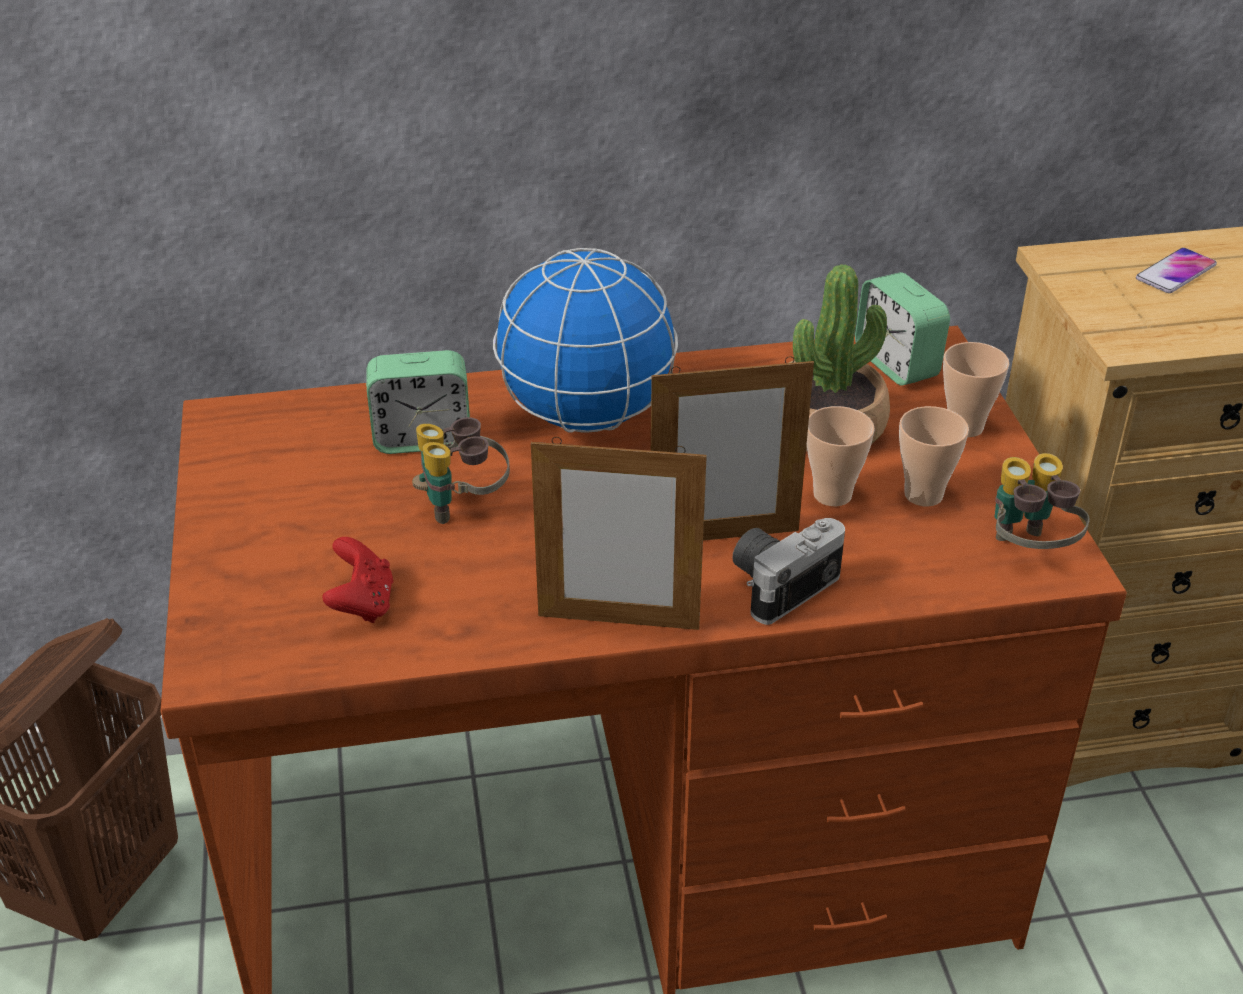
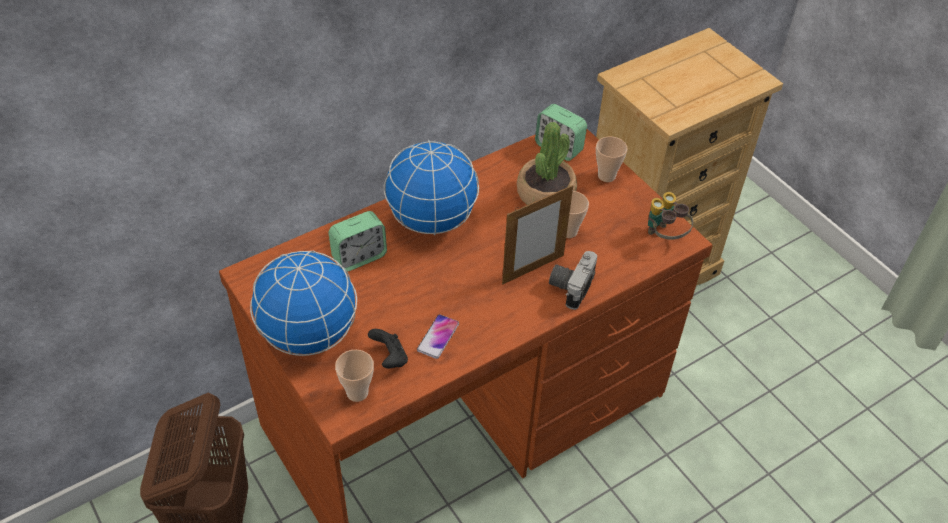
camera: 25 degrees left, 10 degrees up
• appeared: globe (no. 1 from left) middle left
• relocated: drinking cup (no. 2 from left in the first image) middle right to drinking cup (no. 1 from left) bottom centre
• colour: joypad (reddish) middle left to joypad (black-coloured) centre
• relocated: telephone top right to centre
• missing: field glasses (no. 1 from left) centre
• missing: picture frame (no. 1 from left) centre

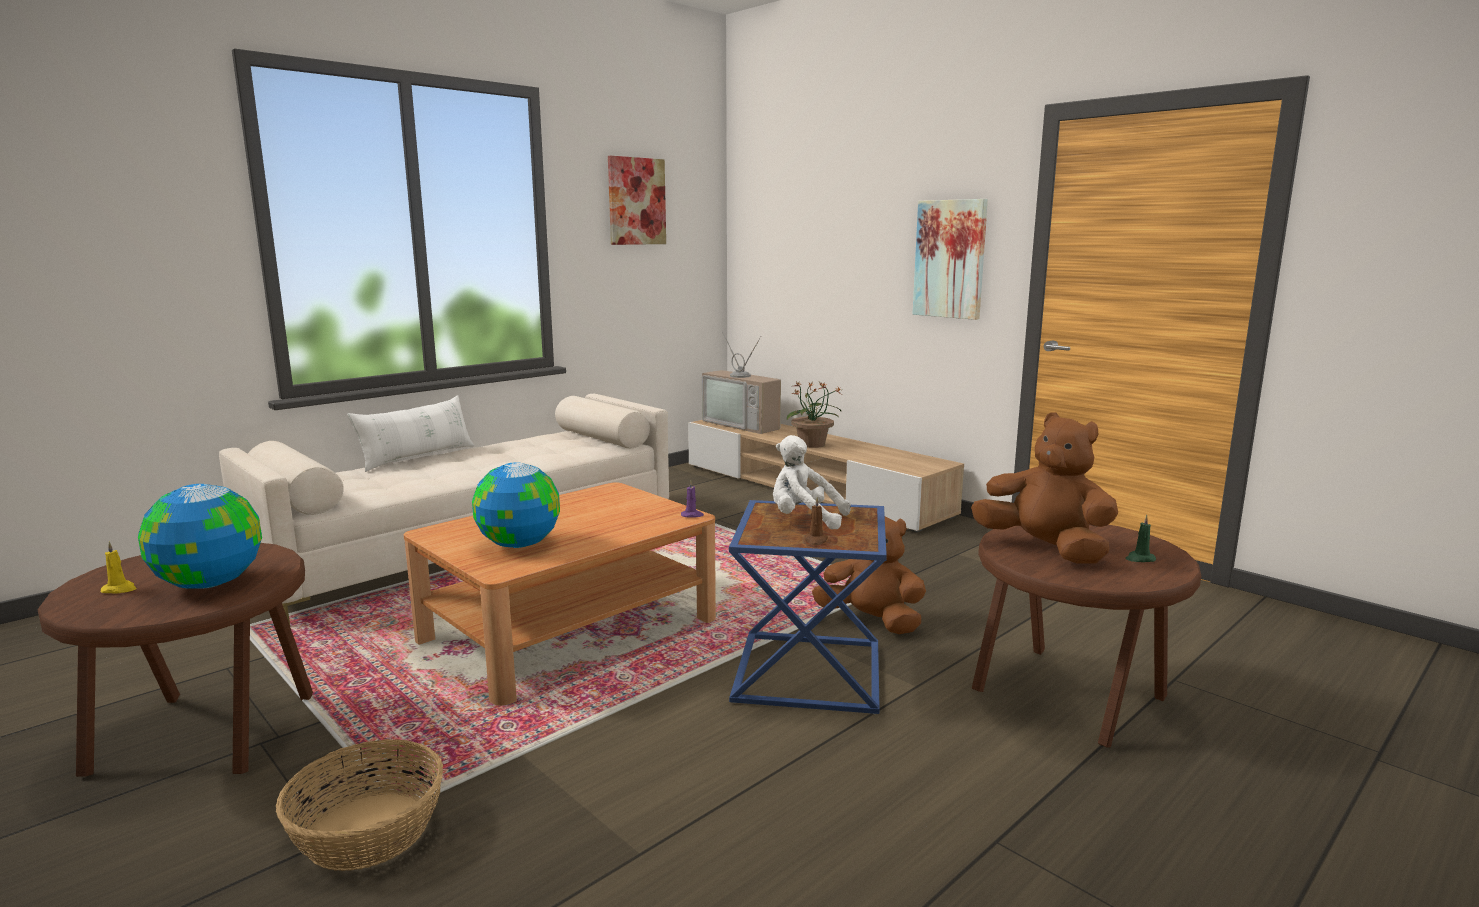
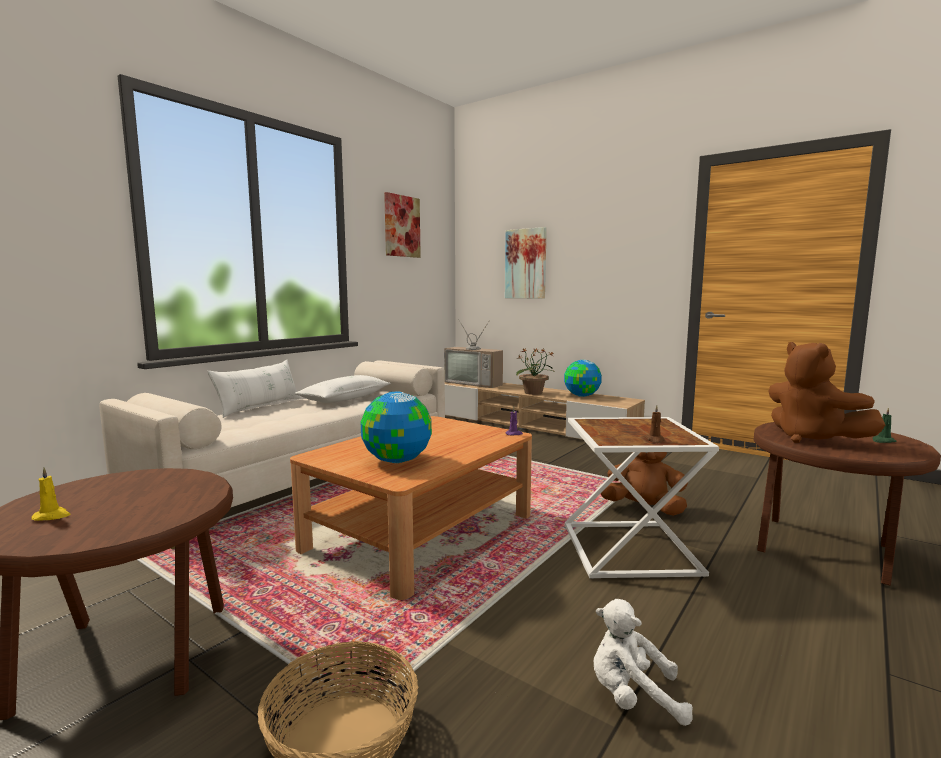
camera: 10 degrees left, 5 degrees down
• appeared: throw pillow (white-coloured) (no. 2 from left) centre
• relocated: wall art (no. 2 from left) top centre to centre
• relocated: globe (no. 1 from left in the first image) middle left to globe (no. 2 from left) centre
• colour: accent table (blue) bottom centre to accent table (white-coloured) middle right
• relocated: plush toy (white-coloured) centre to bottom right
• spun: plush toy (brown) (no. 2 from left) middle right = middle right 150 degrees counterclockwise

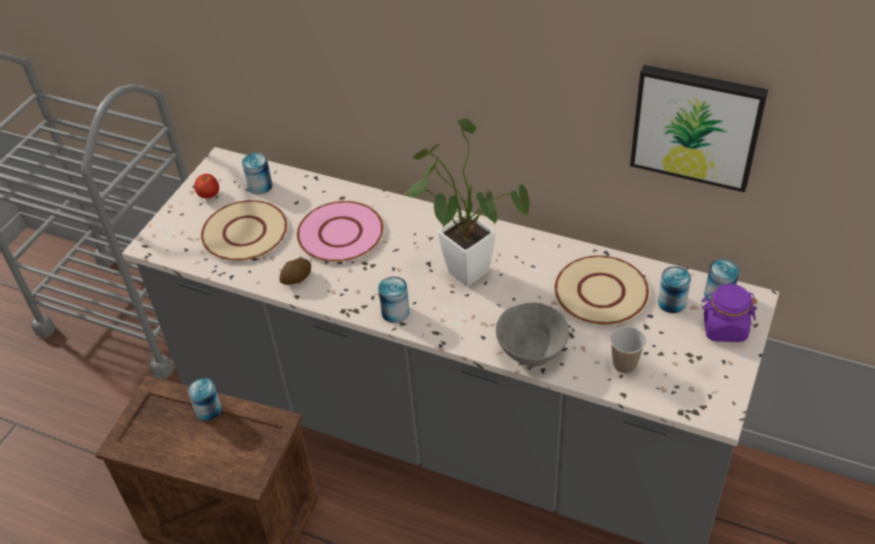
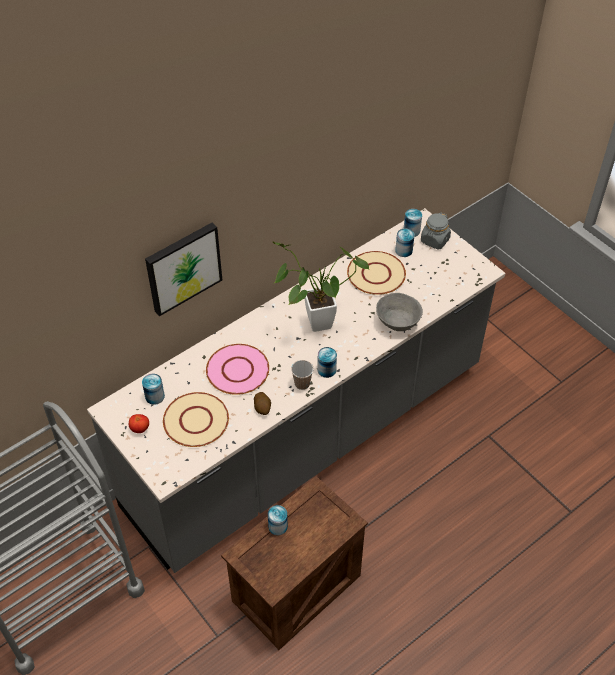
camera: 65 degrees left, 5 degrees up
• relocated: wall art top right to middle left
• relocated: drinking cup middle right to centre
• colour: jar (purple-coloured) middle right to jar (gray) middle right

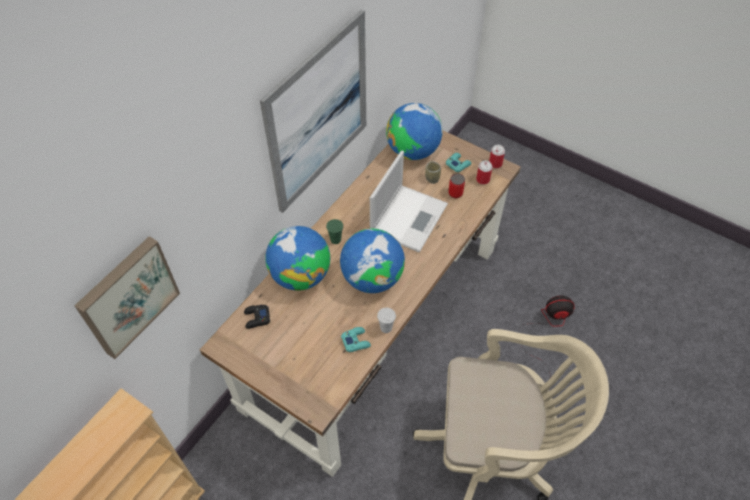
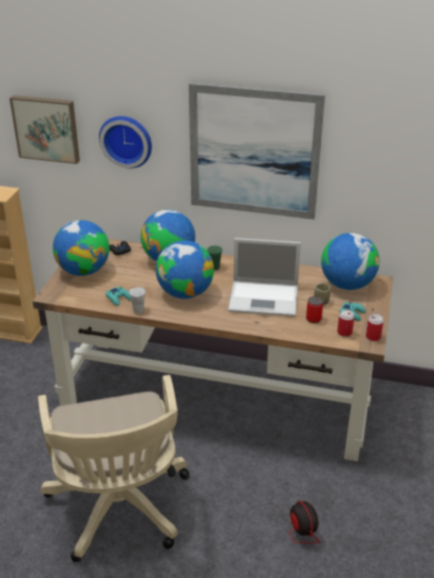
camera: 70 degrees right, 20 degrees down
• appeared: globe (no. 1 from left) middle left
• appeared: clock on the wall top left

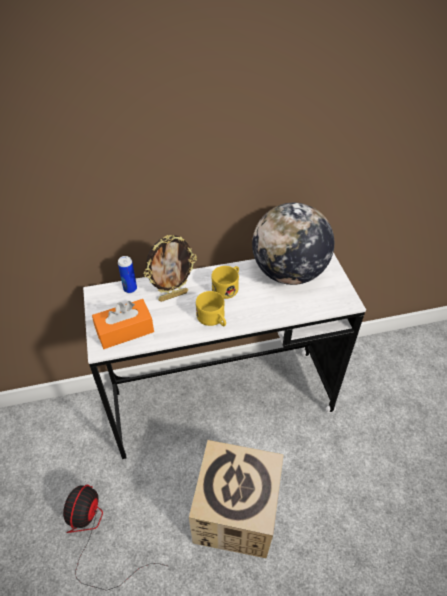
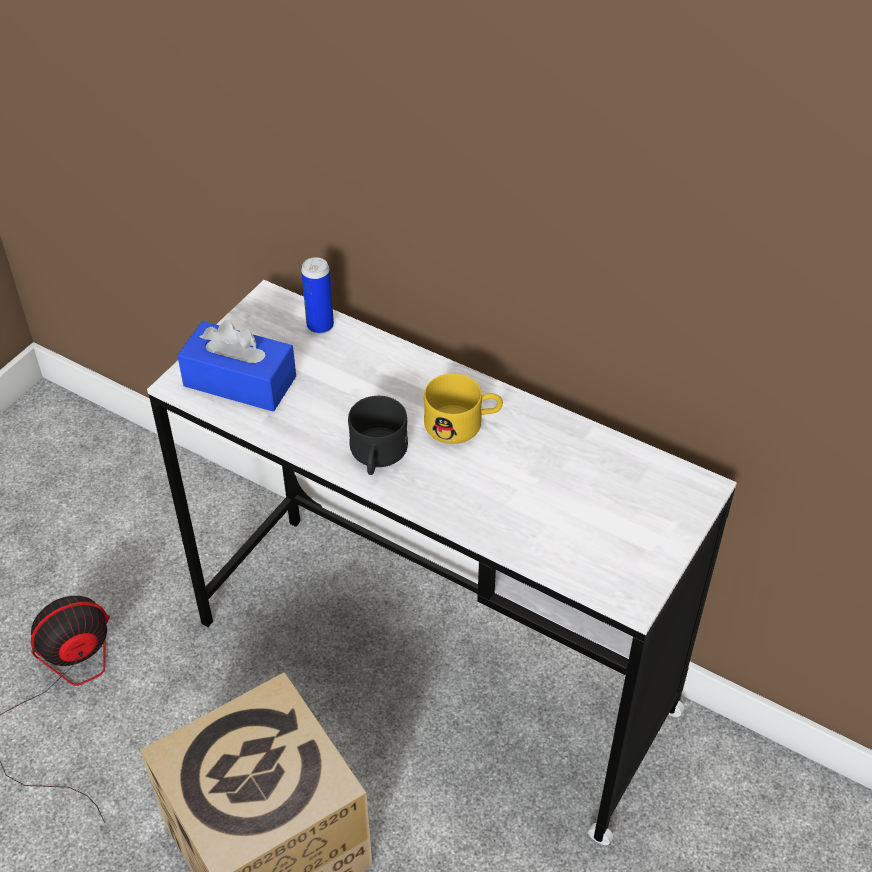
camera: 45 degrees right, 0 degrees up
• colour: box of tissues (orangey) middle left to box of tissues (blue) middle left
• colour: mug (yellow-coloured) (no. 1 from left) centre to mug (black-coloured) centre
• missing: picture frame centre
• missing: globe centre

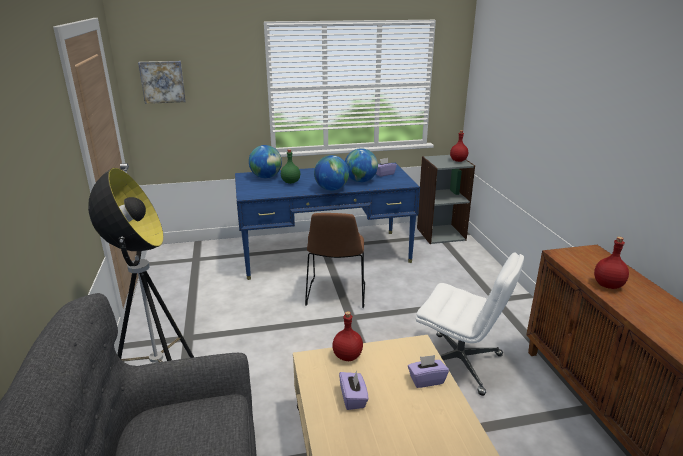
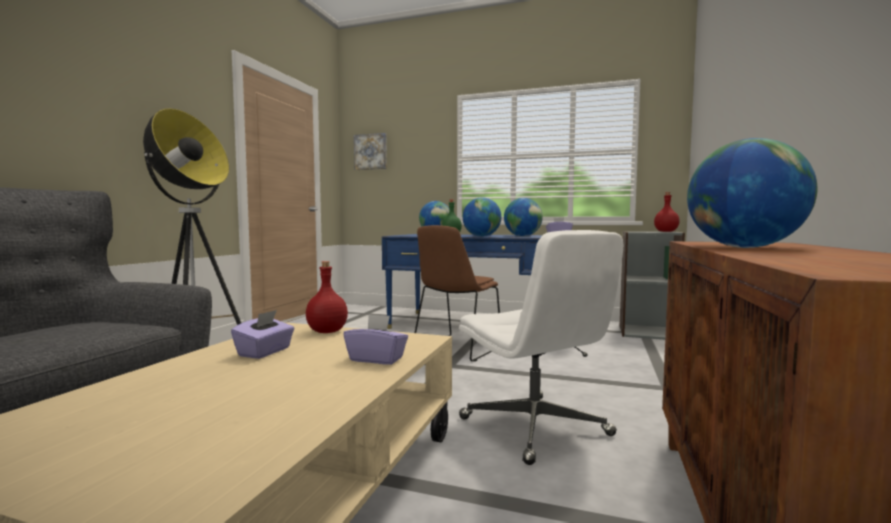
camera: 30 degrees right, 20 degrees down
• exchanged: bottle (reddish) (no. 3 from left) middle right to globe (no. 4 from left) middle right

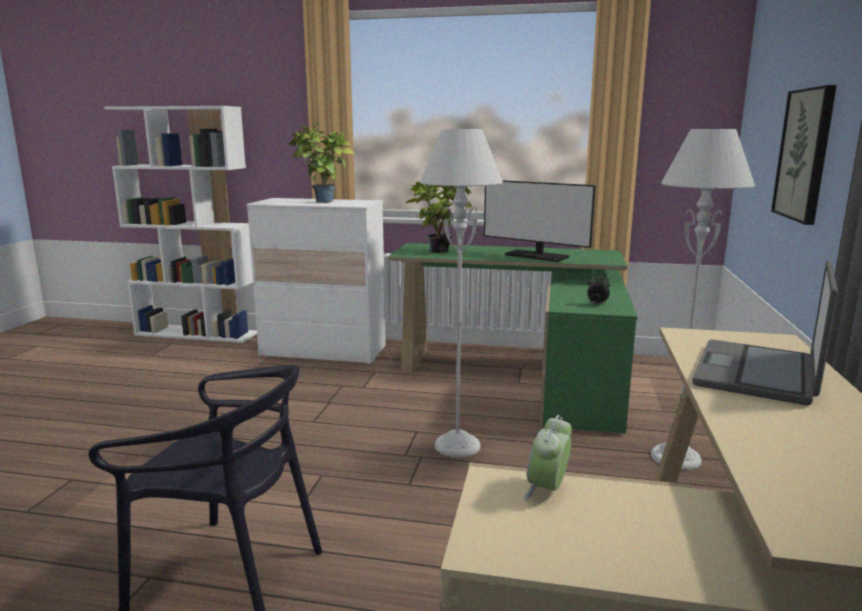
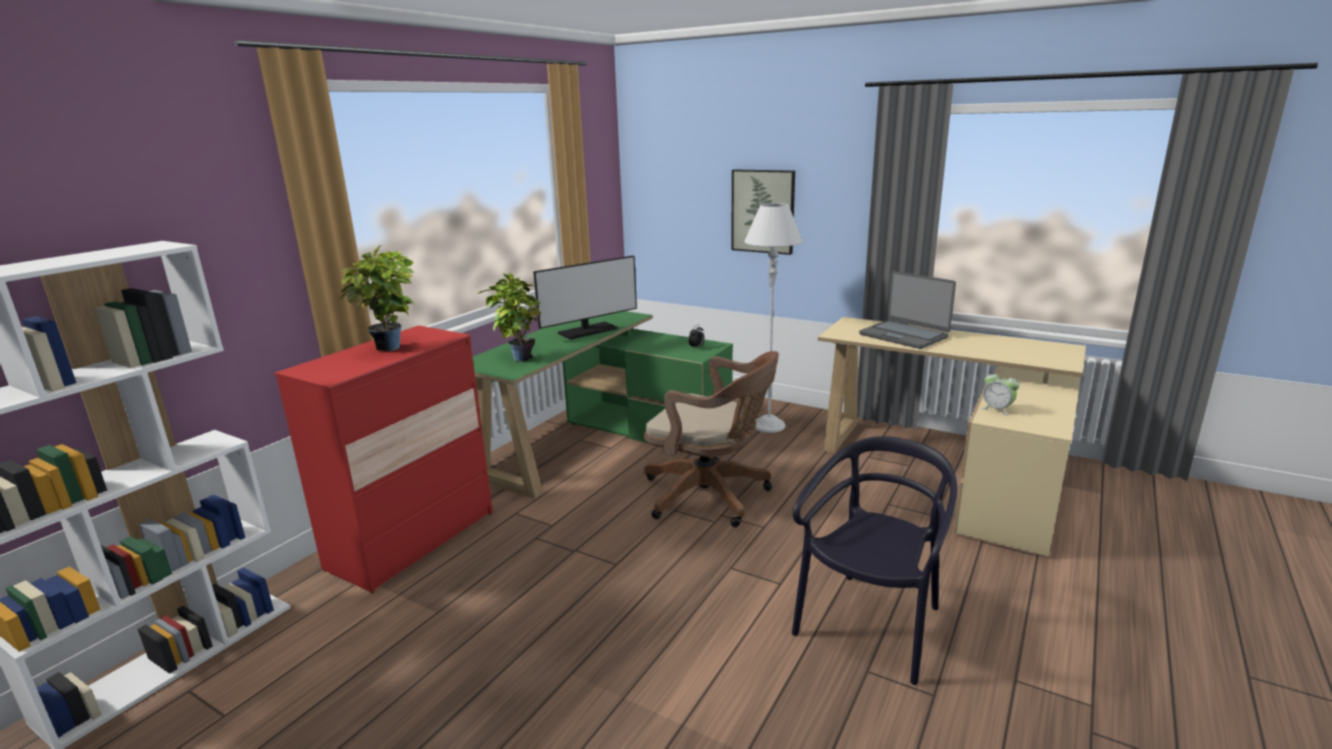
camera: 70 degrees left, 5 degrees up
• colour: drawer chest (white-coloured) centre to drawer chest (reddish) middle left
• exchanged: standing lamp (gray) (no. 1 from left) centre to computer chair (brown) centre

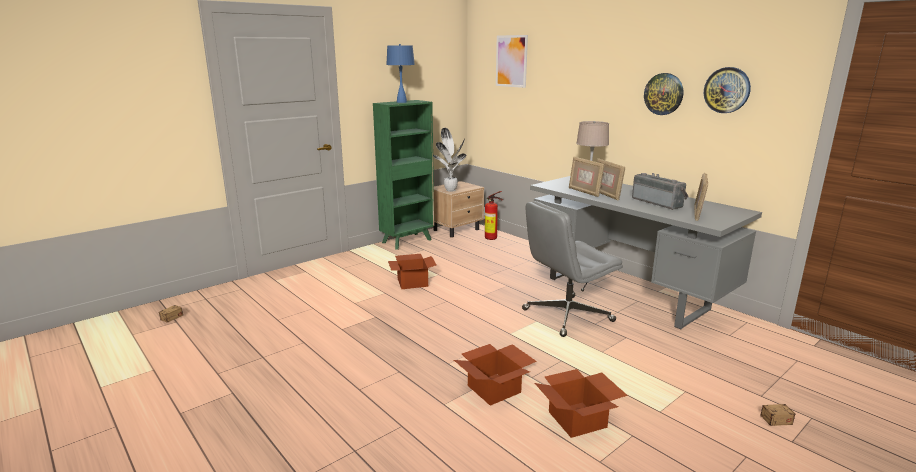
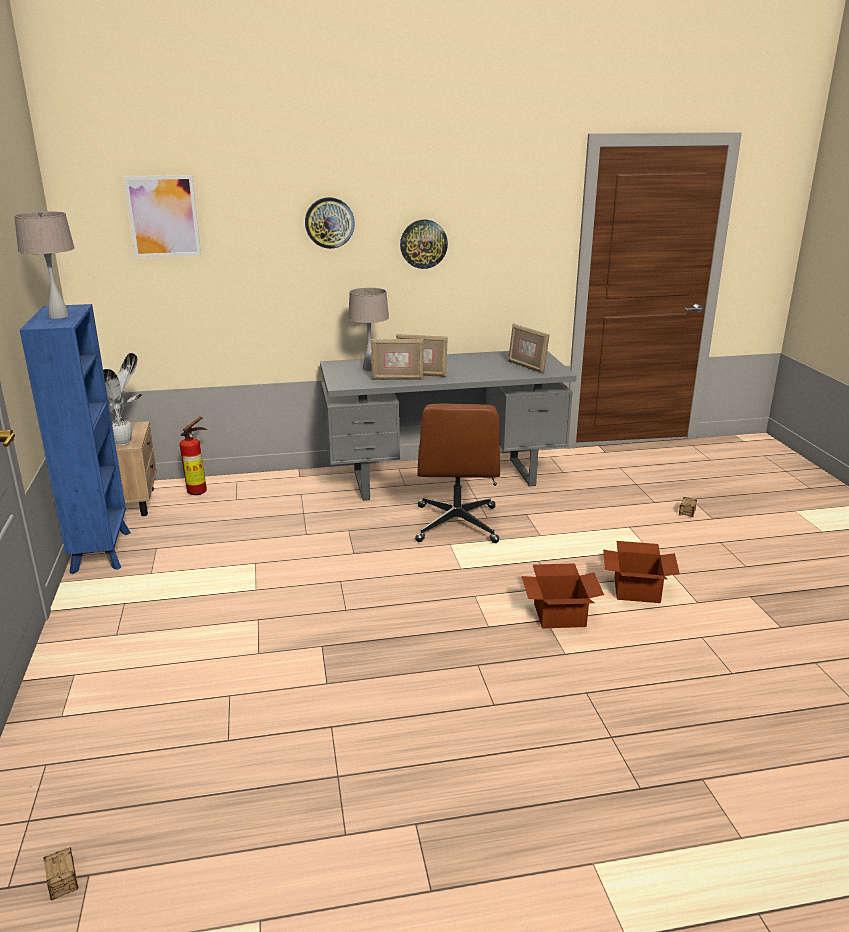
camera: 60 degrees left, 5 degrees up
• colour: tabletop lamp (blue) top centre to tabletop lamp (sand-coloured) (no. 1 from left) top left
• colour: shelving unit (green-coloured) centre to shelving unit (blue) middle left
• relocated: clock on the wall (no. 2 from left in the first image) top right to clock on the wall (no. 1 from left) top centre
• colour: computer chair (gray) centre to computer chair (brown) centre
• missing: carton (no. 1 from left) centre
• missing: radio middle right

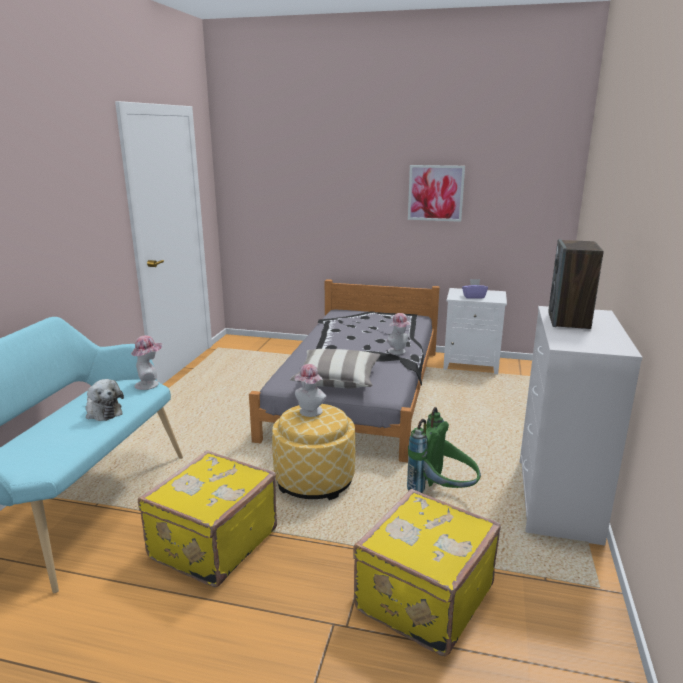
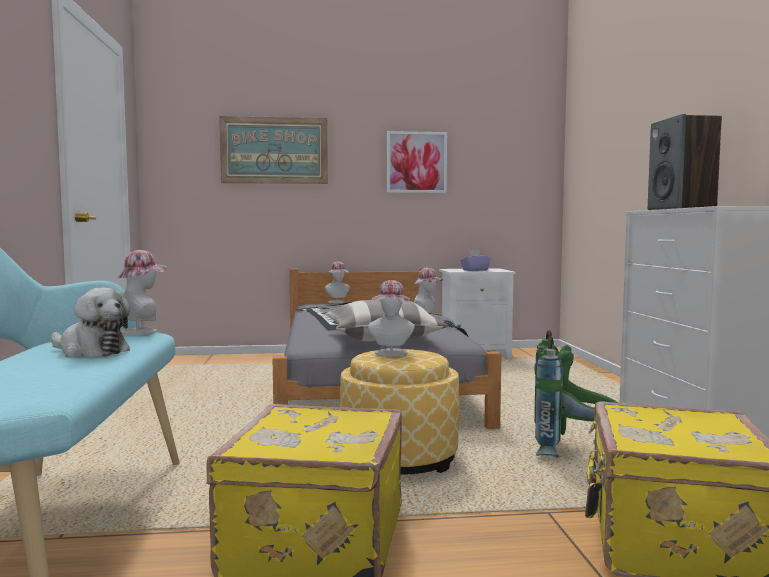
camera: 20 degrees left, 15 degrees down
• appeared: wall art (no. 1 from left) top centre
• appeared: hat (no. 2 from left) centre

